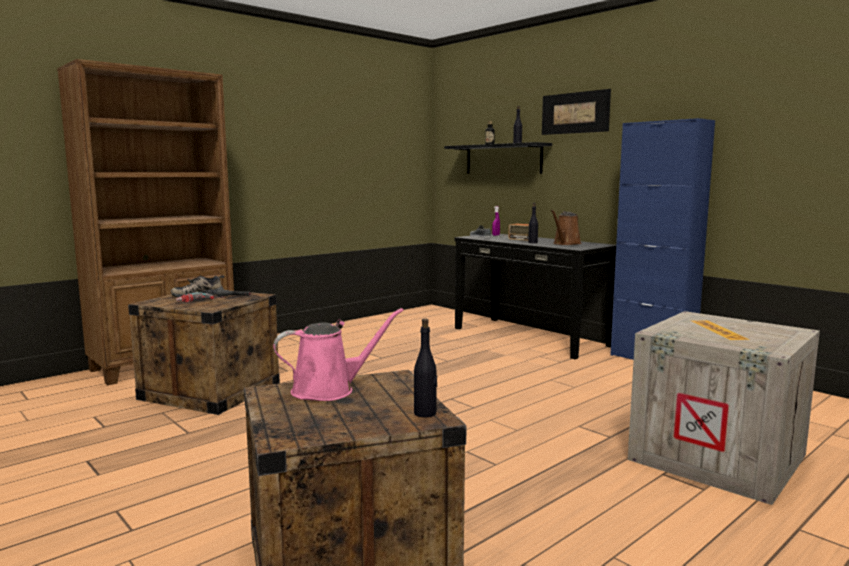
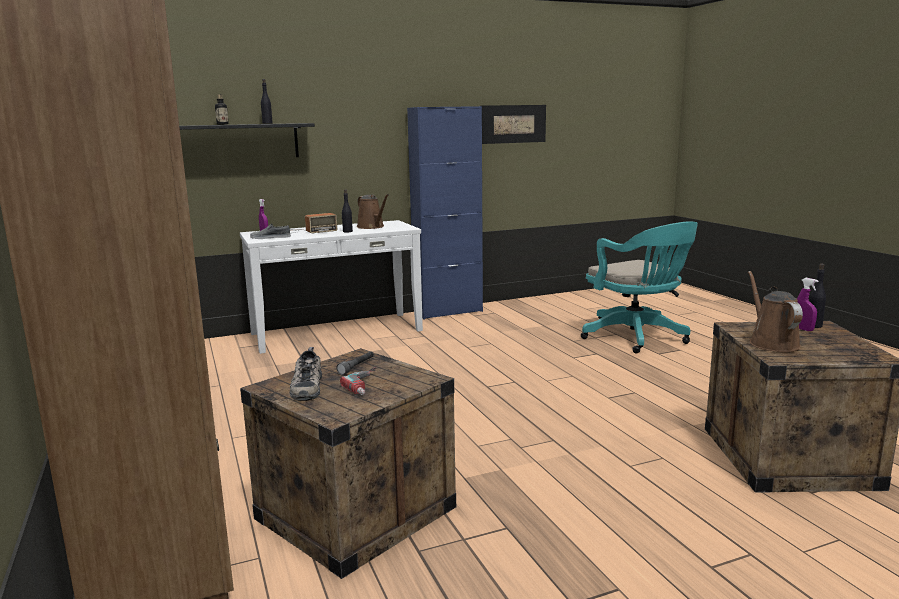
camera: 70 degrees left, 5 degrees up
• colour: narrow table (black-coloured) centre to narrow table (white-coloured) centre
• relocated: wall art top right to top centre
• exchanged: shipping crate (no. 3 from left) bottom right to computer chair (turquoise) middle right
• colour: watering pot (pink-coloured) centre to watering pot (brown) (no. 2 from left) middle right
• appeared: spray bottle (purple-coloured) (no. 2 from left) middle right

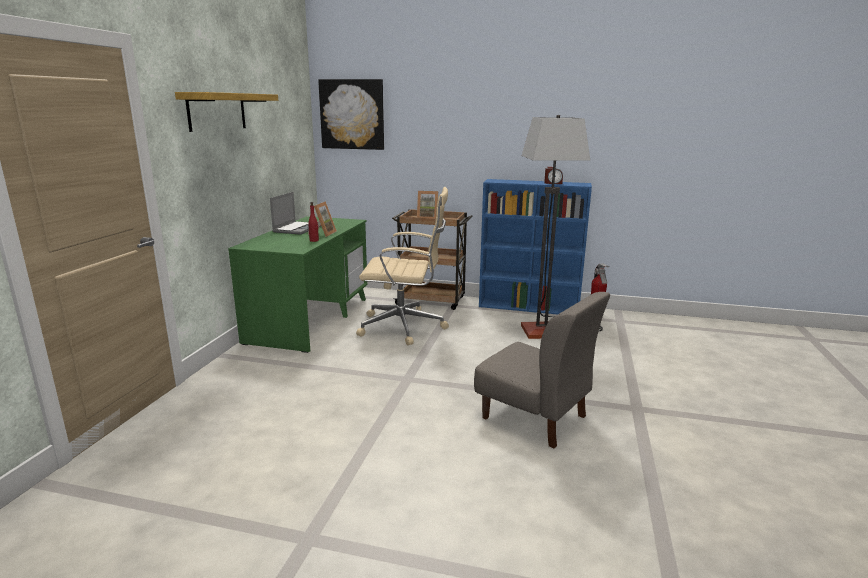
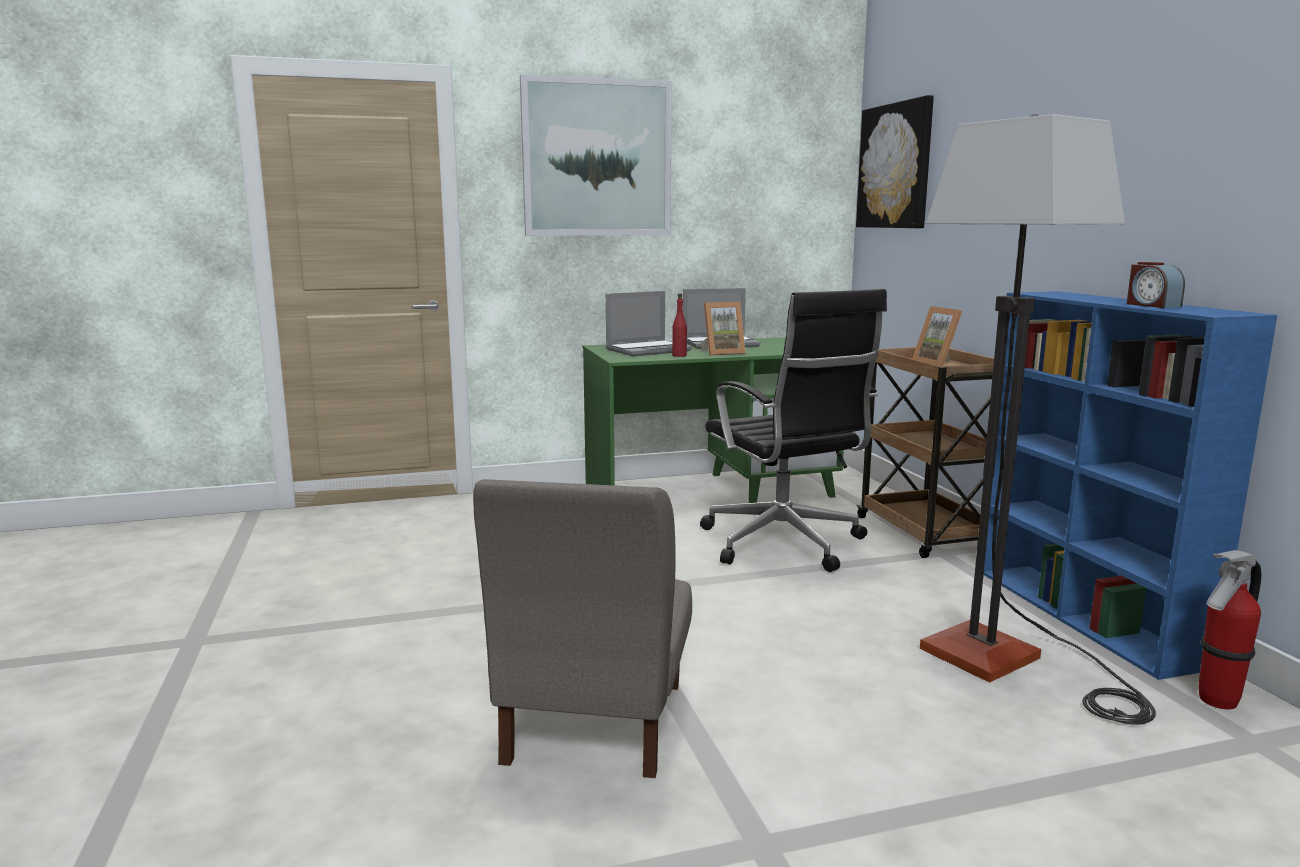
camera: 60 degrees right, 5 degrees down
• exchanged: shelf top left to wall art (no. 1 from left) top centre
• appeared: notebook computer (no. 1 from left) centre
• colour: computer chair (sand-coloured) centre to computer chair (black-coloured) centre

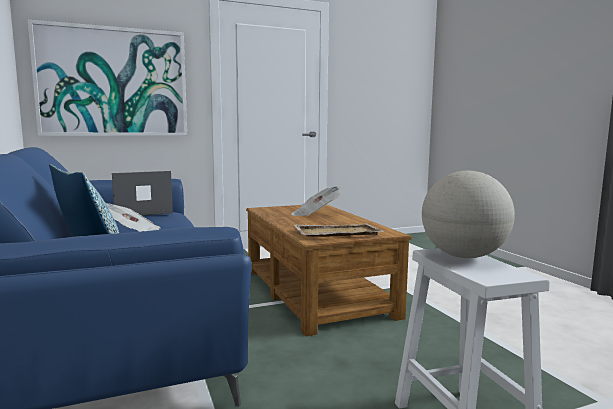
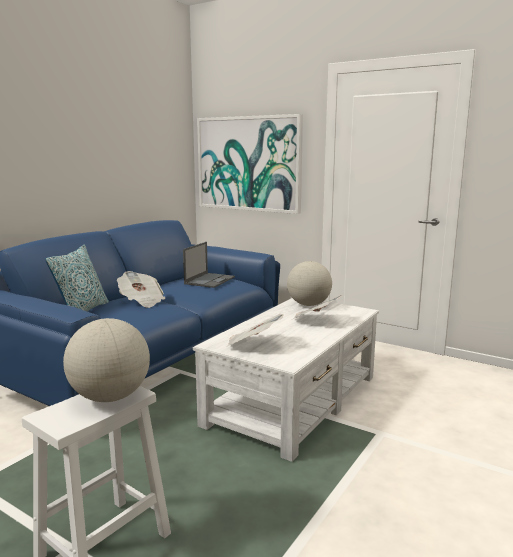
camera: 55 degrees right, 5 degrees up
• spun: notebook computer middle left = centre 90 degrees clockwise
• colour: lounge table (brown) centre to lounge table (white-coloured) bottom centre
• exchanged: tray (sand-coloured) centre to daily paper (no. 2 from left) centre
• appeared: globe (no. 2 from left) centre

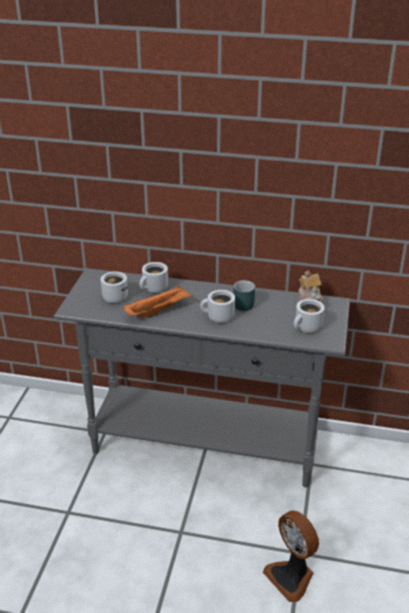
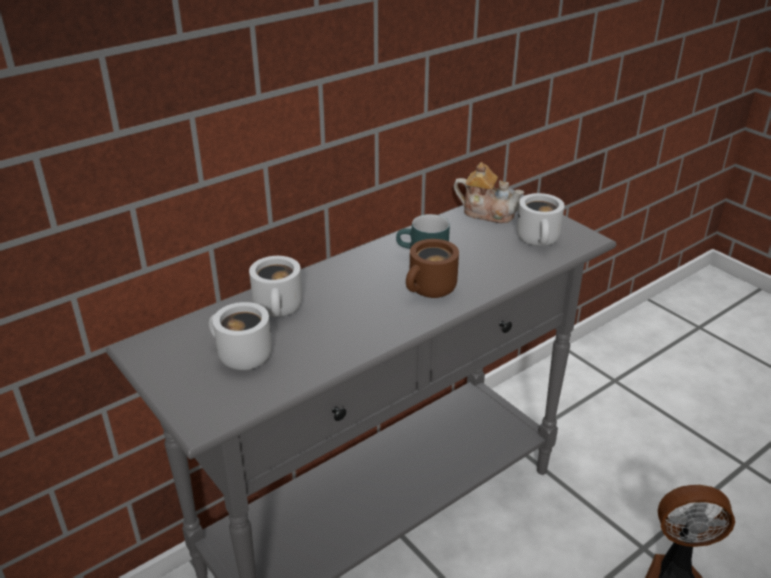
camera: 50 degrees left, 0 degrees up
• colour: mug (white-coloured) (no. 3 from left) centre to mug (brown) centre
• missing: tray (orangey) centre

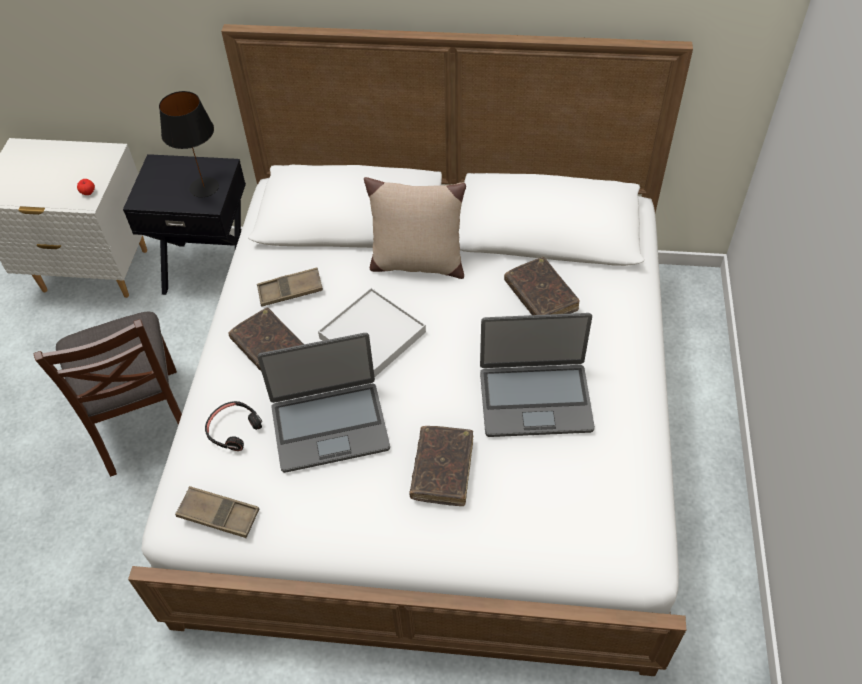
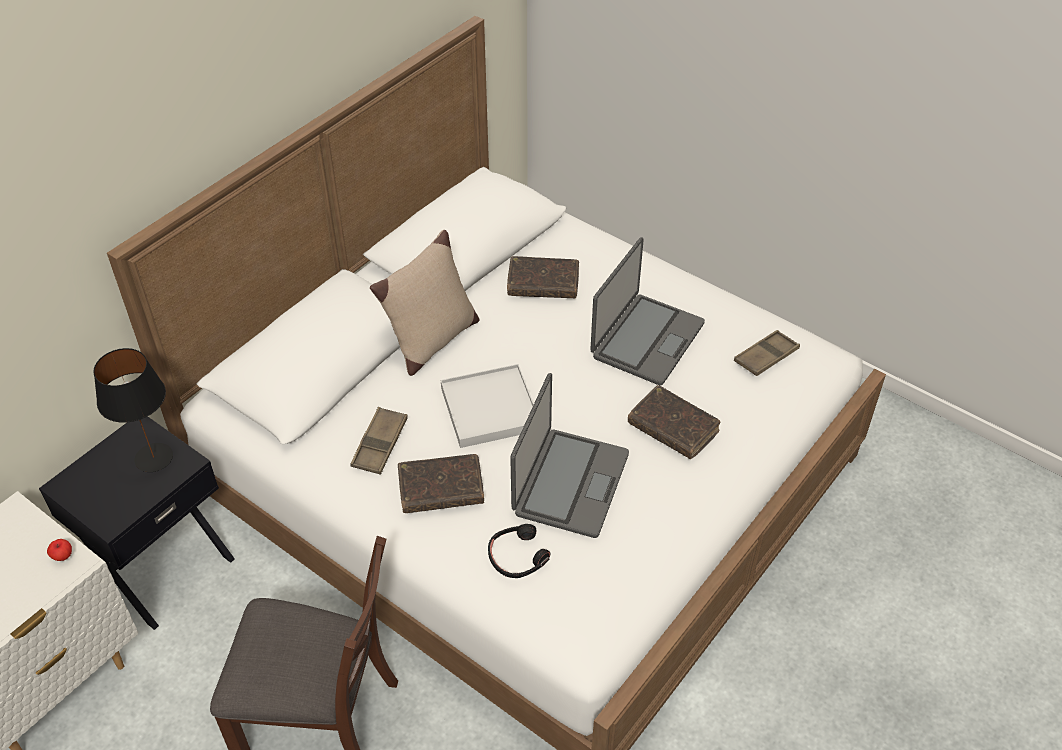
camera: 60 degrees left, 5 degrees down
• relocated: tray (brown) (no. 1 from left in the first image) bottom left to tray (brown) (no. 2 from left) middle right

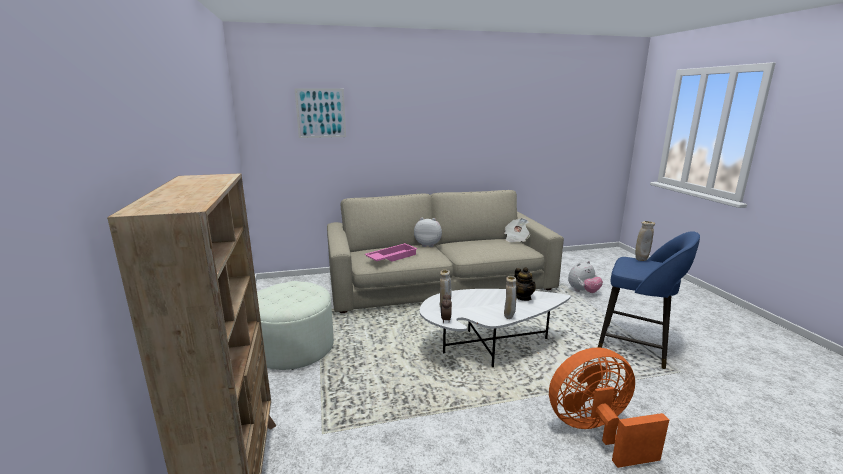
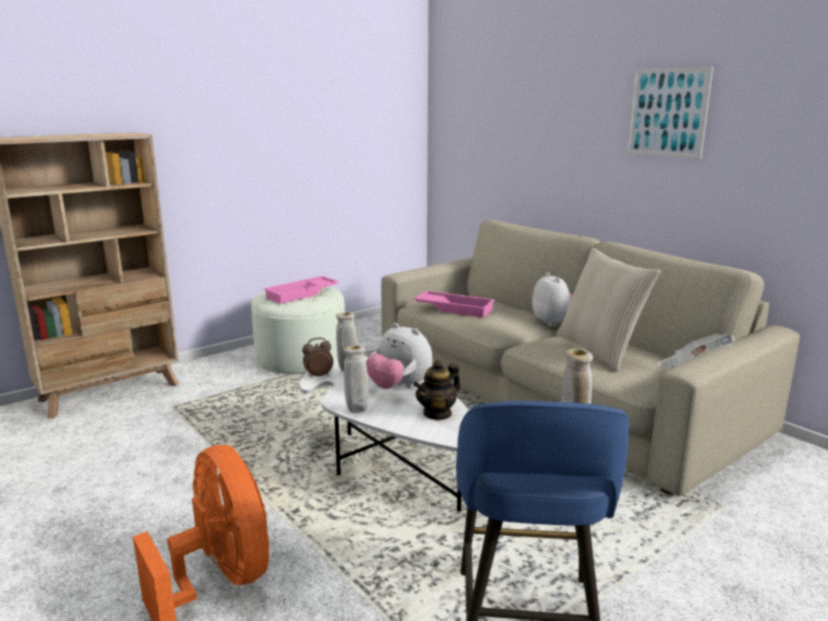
camera: 65 degrees right, 0 degrees up
• appeared: tray (pink-coloured) (no. 1 from left) centre
• relocated: plush toy (no. 2 from left in the first image) middle right to plush toy (no. 1 from left) centre
• appeared: throw pillow (sand-coloured) middle right
• relocated: wall art top centre to top right

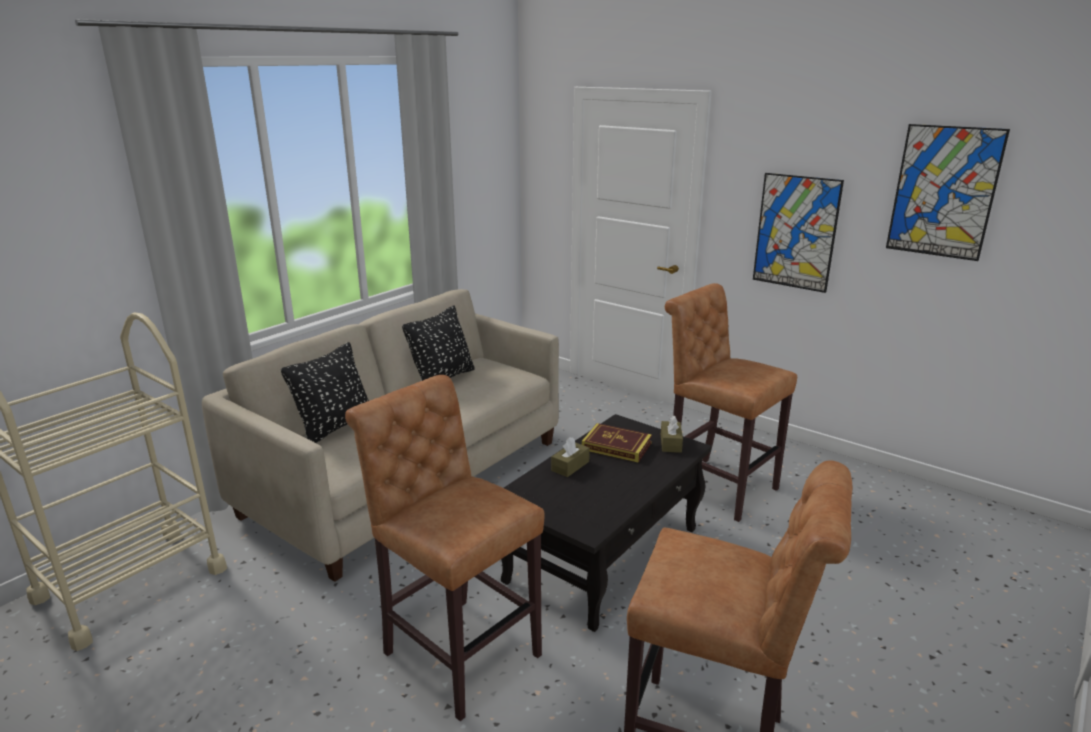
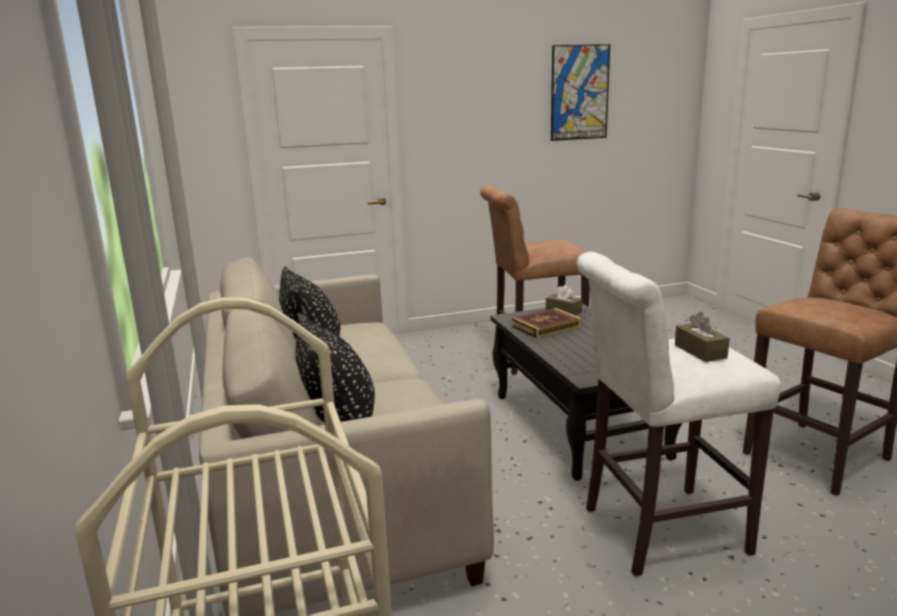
camera: 55 degrees left, 5 degrees down
• colour: stool seat (brown) (no. 1 from left) bottom centre to stool seat (white-coloured) bottom right
• relocated: box of tissues (brown) (no. 1 from left in the first image) centre to box of tissues (brown) (no. 2 from left) middle right
• missing: wall art (no. 1 from left) top right

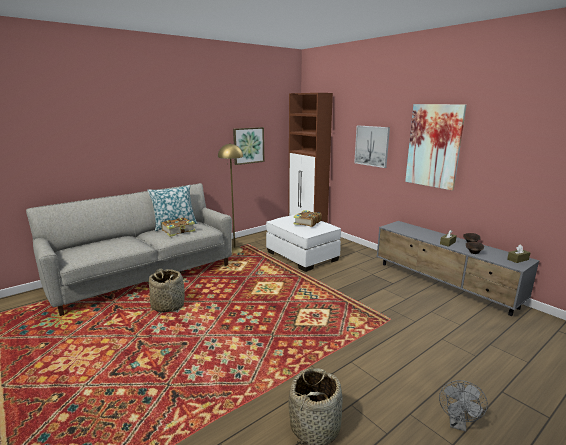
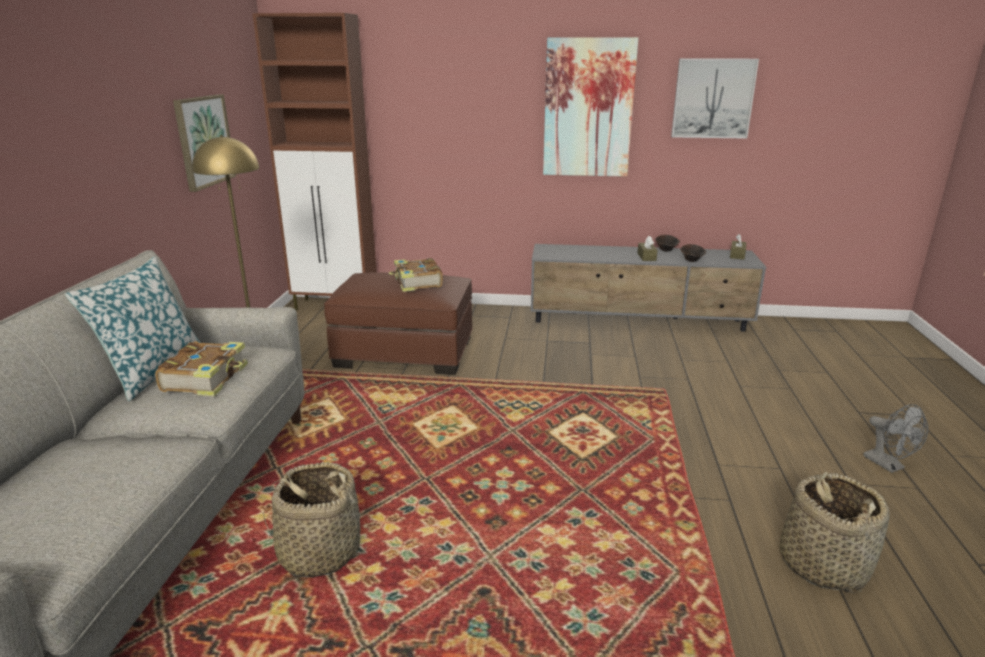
camera: 45 degrees left, 5 degrees up
• colour: ottoman (white-coloured) centre to ottoman (brown) centre
• relocated: wall art (no. 2 from left in the first image) top centre to wall art (no. 3 from left) top right

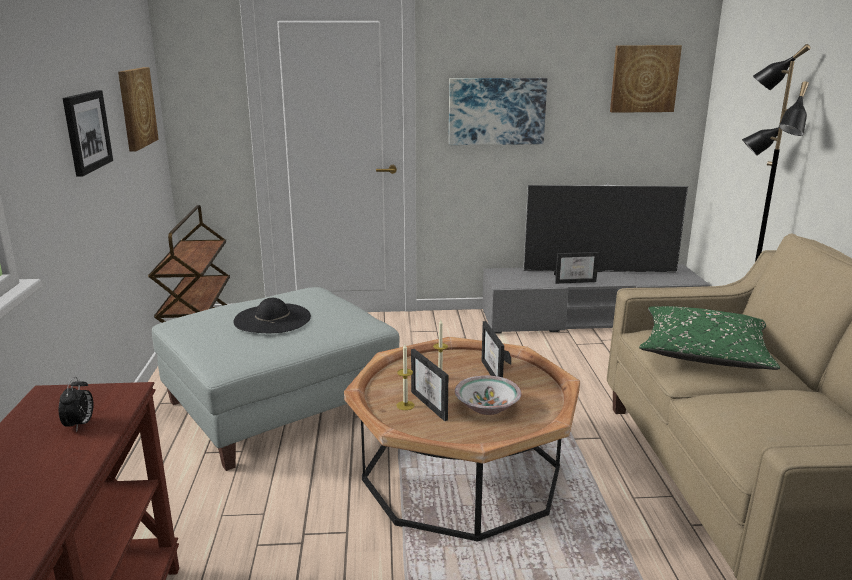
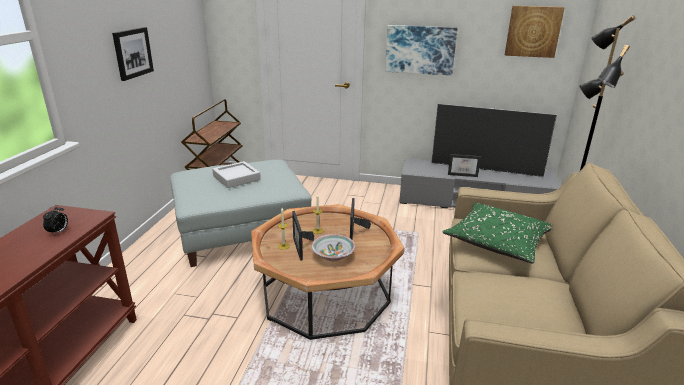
camera: 15 degrees right, 5 degrees up
• exchanged: hat (black-coloured) middle left to tray (gray) centre
• missing: wall art (no. 2 from left) top left

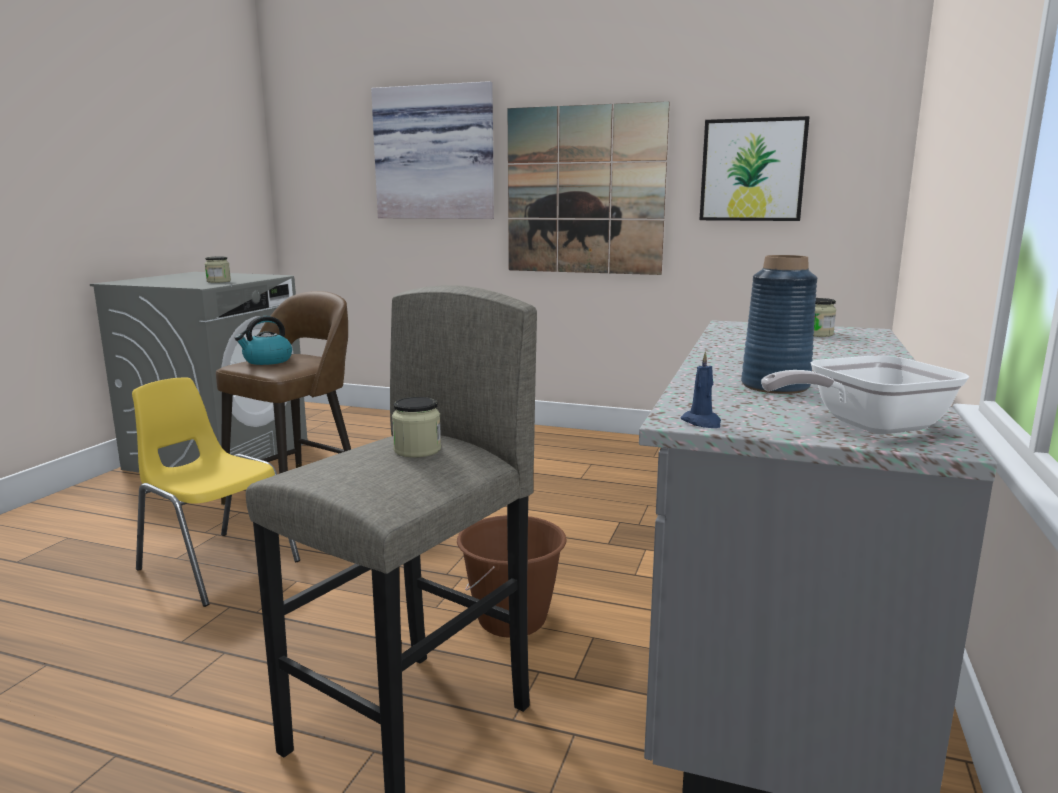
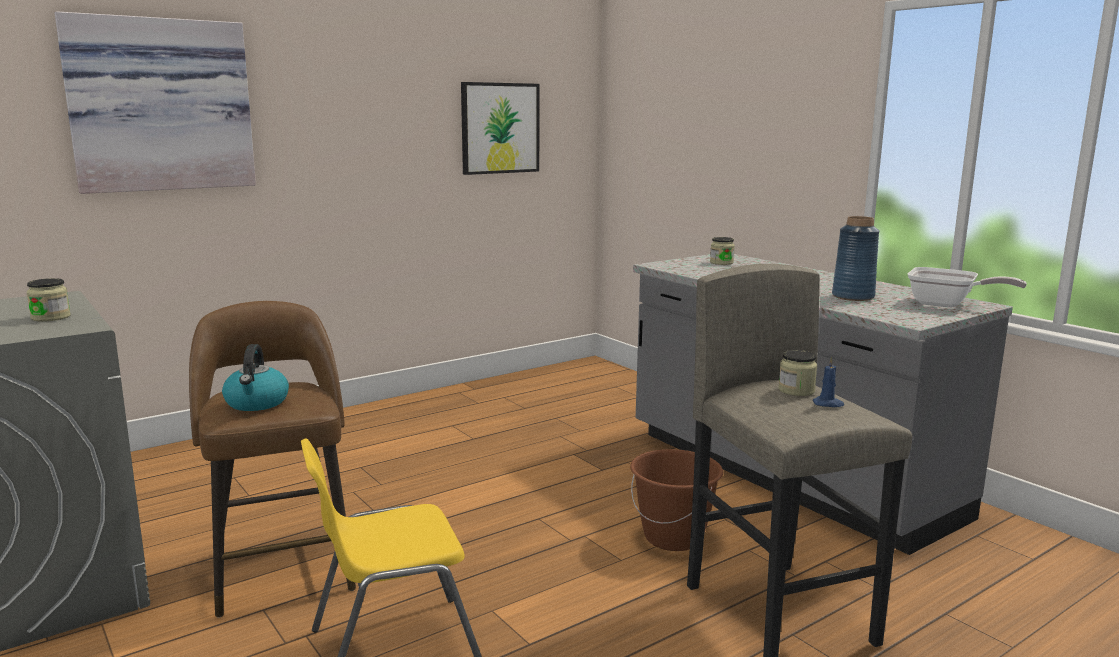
camera: 55 degrees left, 0 degrees up
• relocated: wax candle (blue) centre to middle right
• spun: pan middle right = middle right 75 degrees counterclockwise
• missing: wall art (no. 2 from left) top centre

